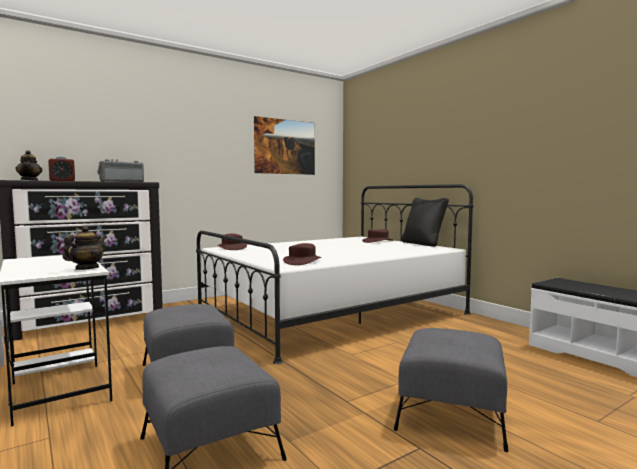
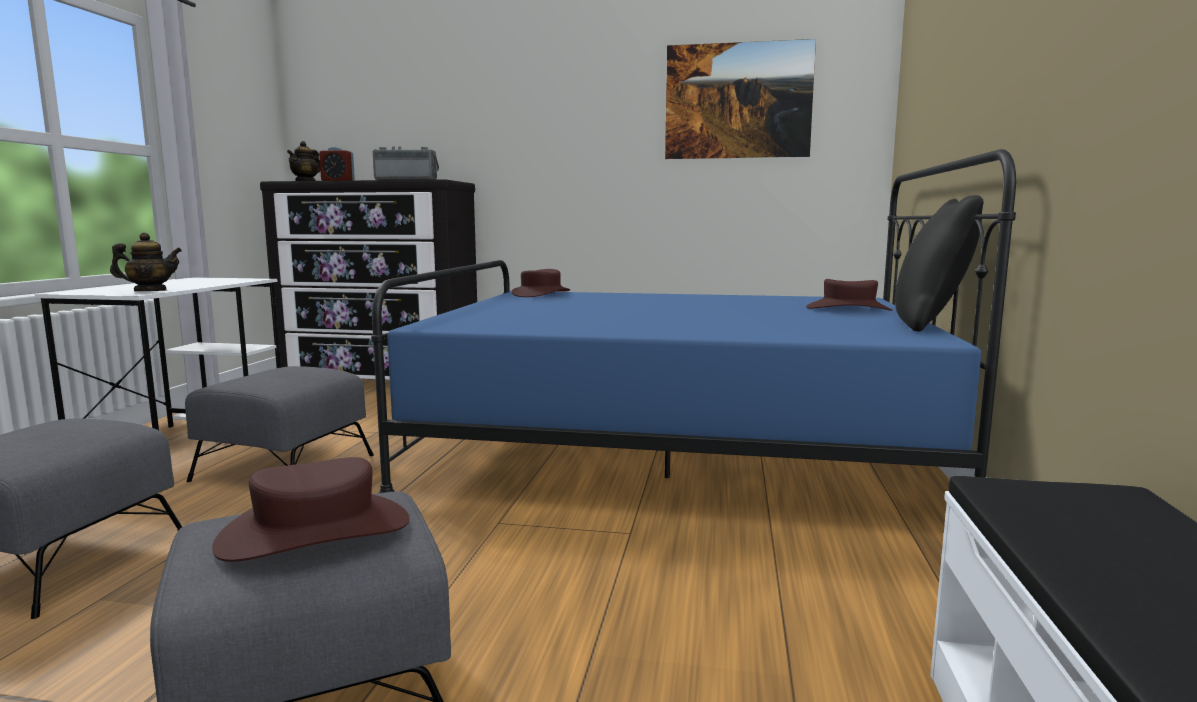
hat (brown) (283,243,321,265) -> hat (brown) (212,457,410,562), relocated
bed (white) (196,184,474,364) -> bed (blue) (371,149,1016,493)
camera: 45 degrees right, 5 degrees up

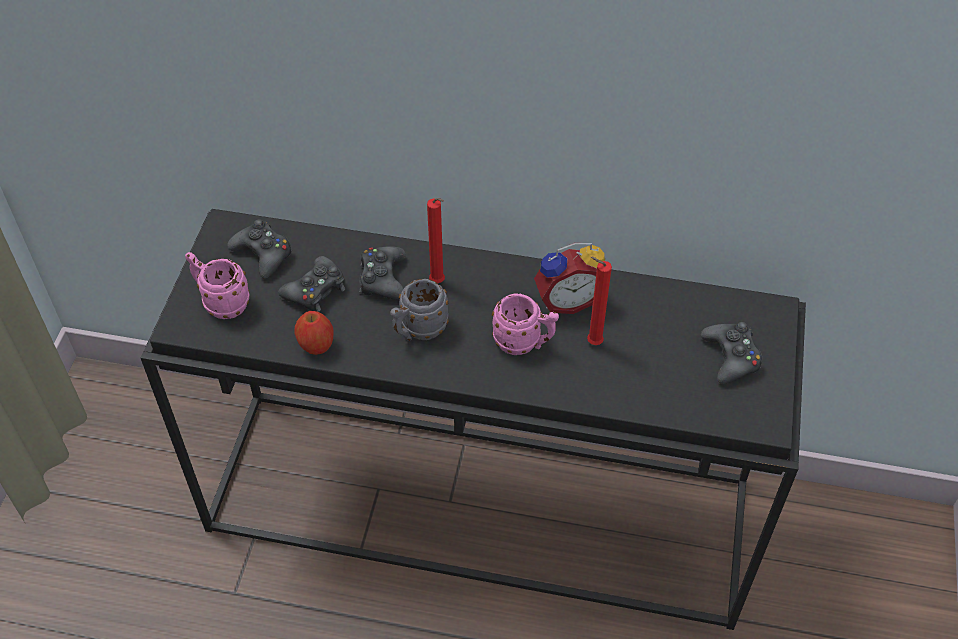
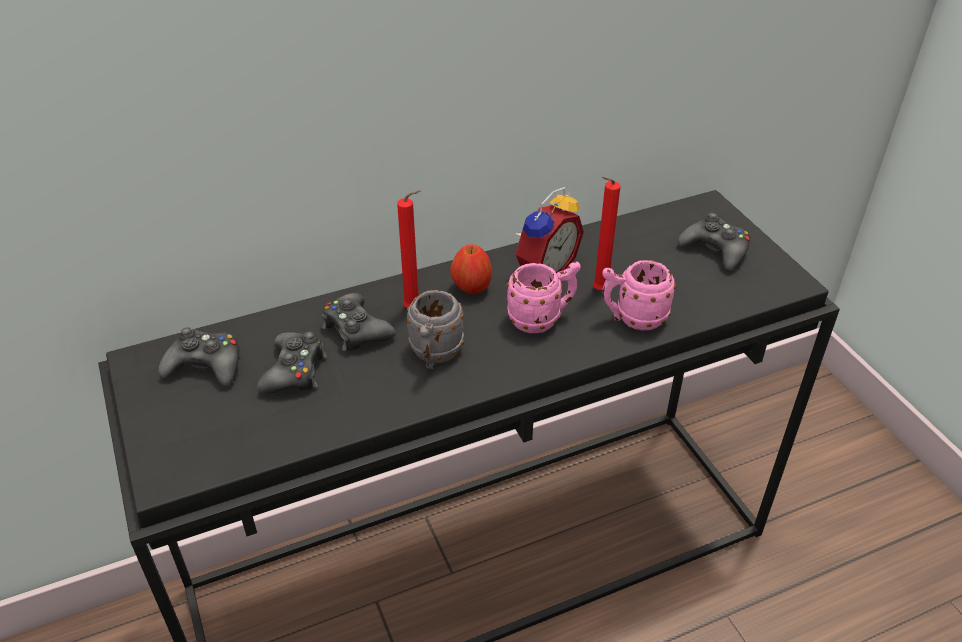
apple (294,311,333,355) -> apple (450,244,492,294), relocated
mug (pink) (185,252,249,319) -> mug (pink) (602,260,676,330), relocated
camera: 35 degrees left, 10 degrees down

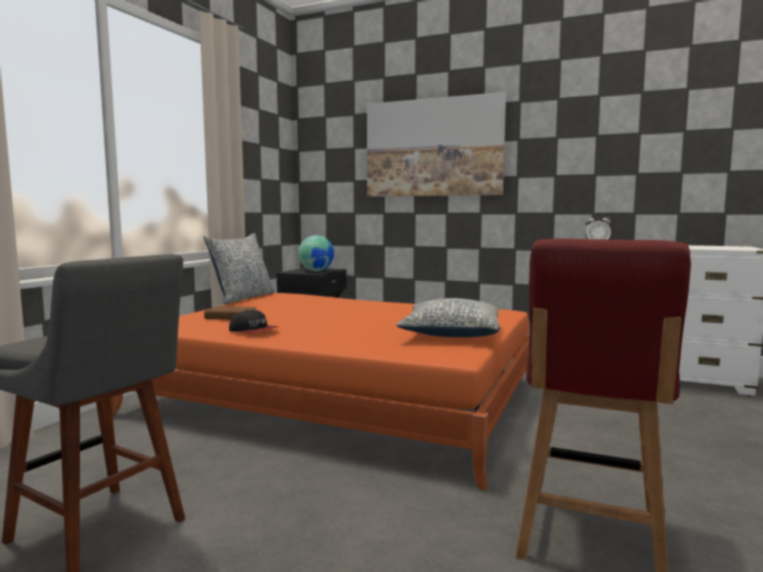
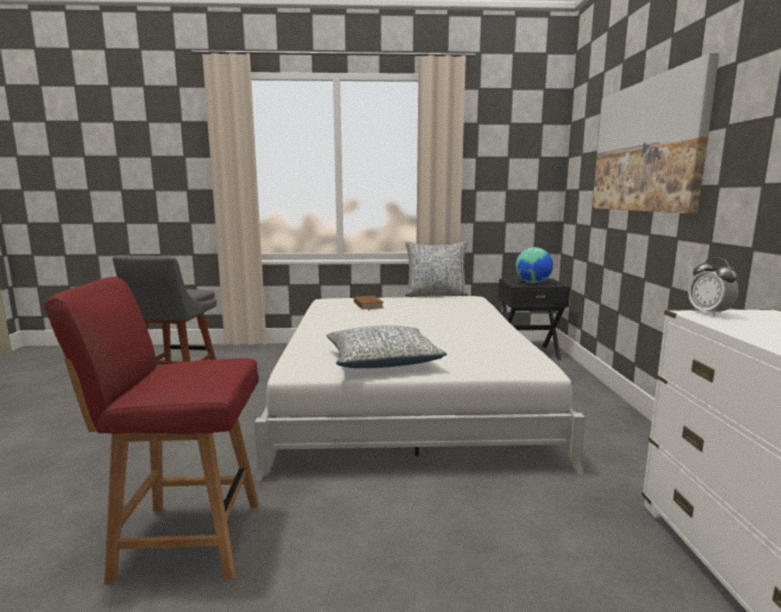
bed (orange) (111,293,529,491) -> bed (white) (254,296,585,482)
cap (229,310,279,333) -> none
camera: 65 degrees right, 5 degrees up

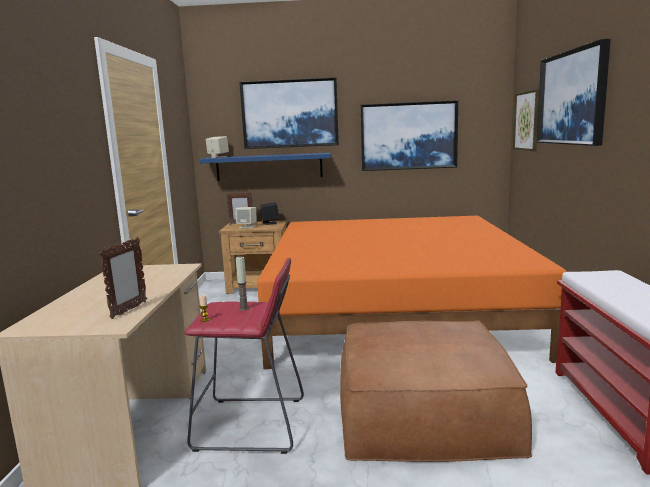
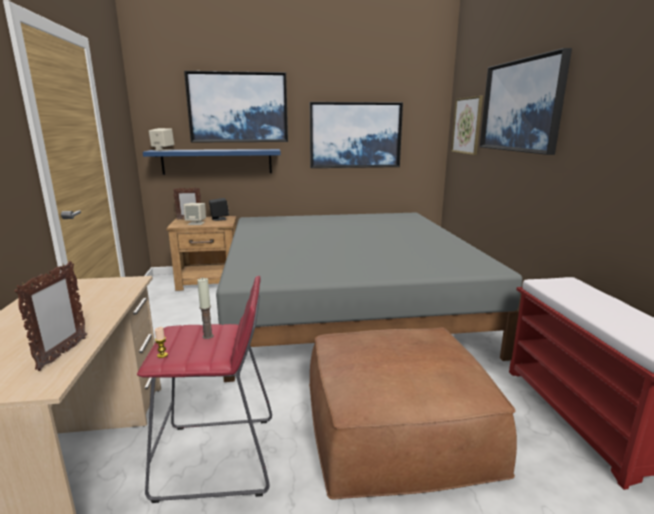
bed (orange) (257,216,567,369) -> bed (grey) (216,213,522,382)
camera: 10 degrees left, 5 degrees up

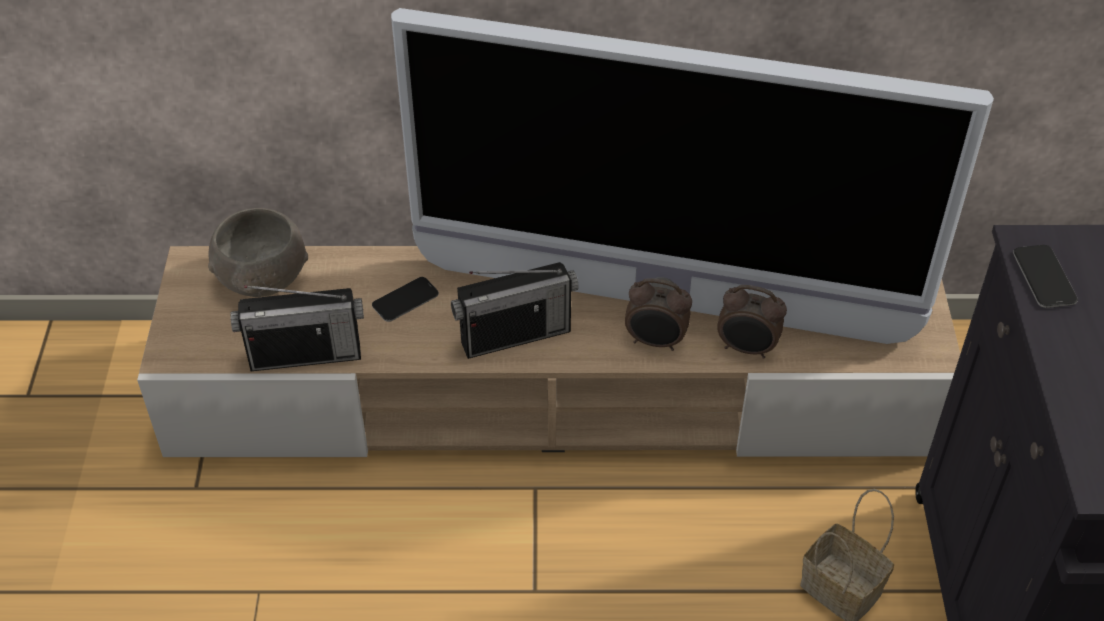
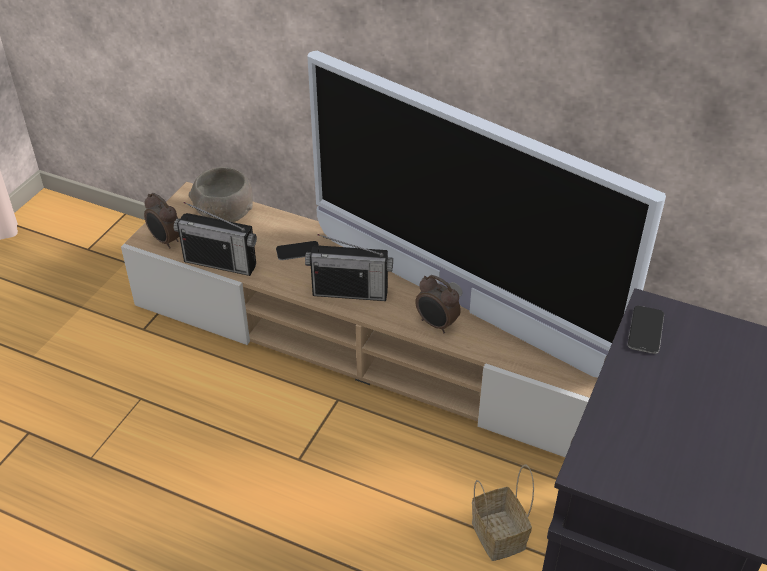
alarm clock (717,285,787,359) -> alarm clock (144,193,179,249), relocated
camera: 25 degrees right, 5 degrees down

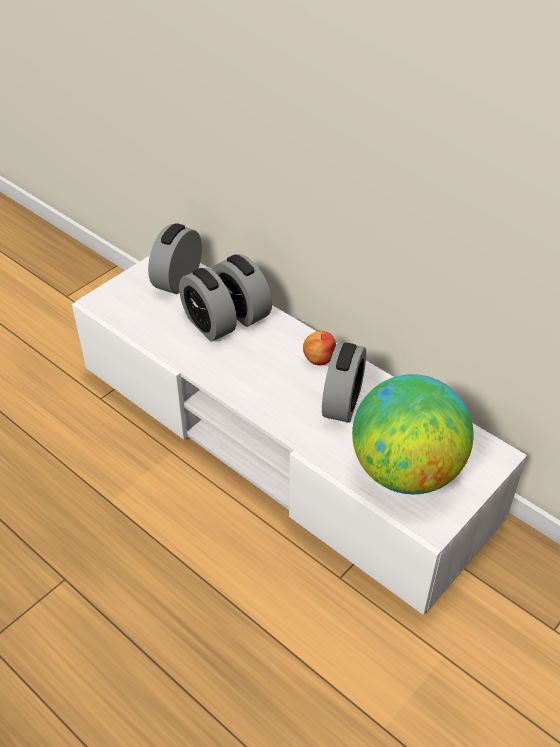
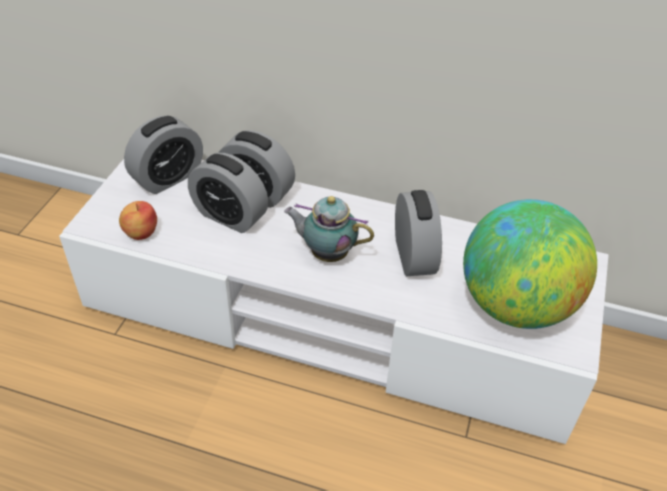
apple (303,331,336,365) -> apple (119,201,157,240), relocated
alarm clock (148,223,202,294) -> alarm clock (124,115,203,194), 135 degrees counterclockwise
none -> teapot (284,196,374,262)
camera: 25 degrees left, 0 degrees up

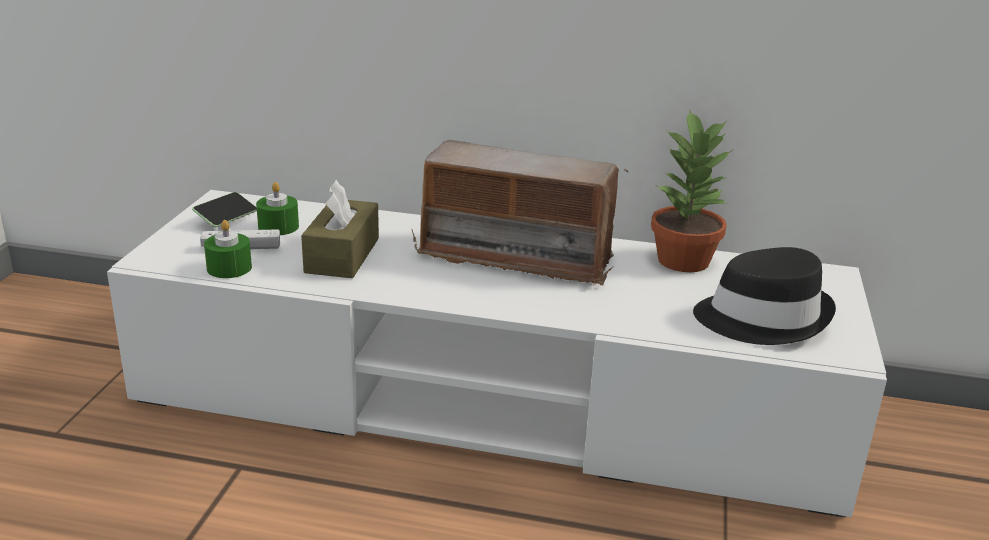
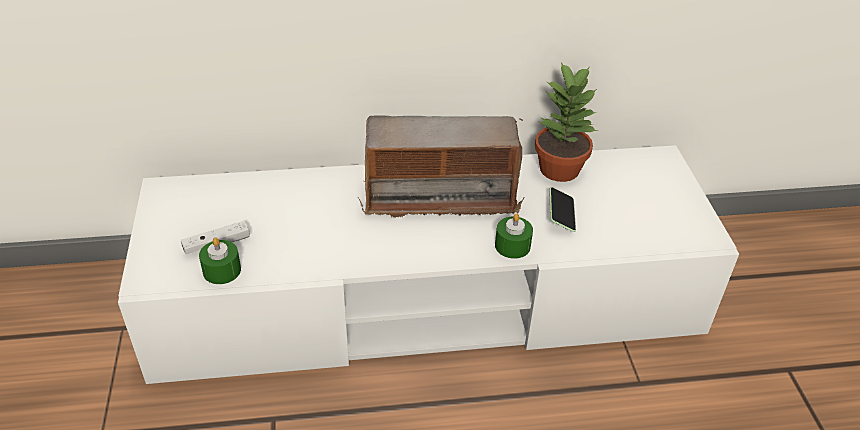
candle (green) (256,182,299,235) -> candle (green) (495,213,533,259), relocated
phone (192,192,257,227) -> phone (549,187,576,232), relocated
tissue box (brown) (301,180,379,278) -> none
hat (black) (693,247,836,345) -> none
camera: 20 degrees left, 15 degrees up

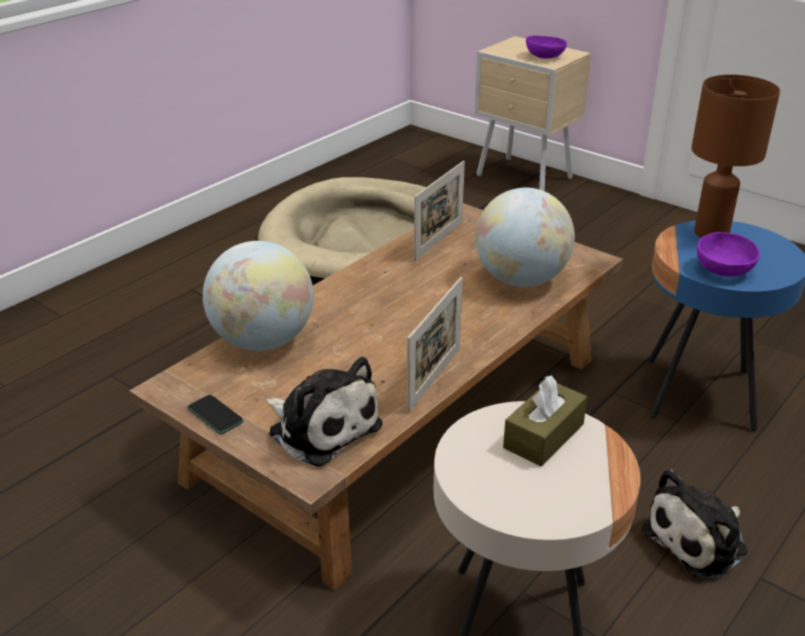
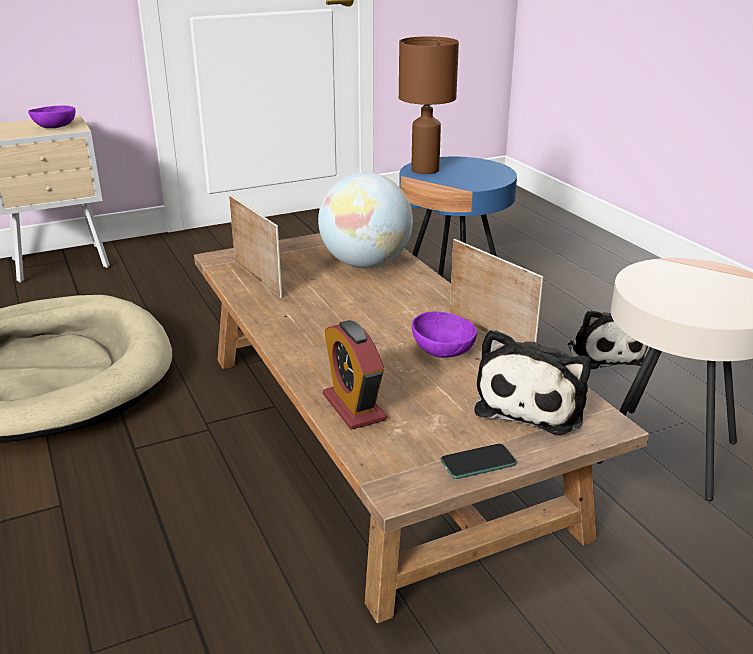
globe (203,241,313,351) -> alarm clock (323,320,387,430)
bowl (purple) (697,232,760,277) -> bowl (purple) (412,311,477,358), relocated
plush toy (266,357,383,467) -> plush toy (474,329,591,435), 135 degrees clockwise
tissue box (brown) (503,376,587,466) -> none
camera: 65 degrees left, 5 degrees down

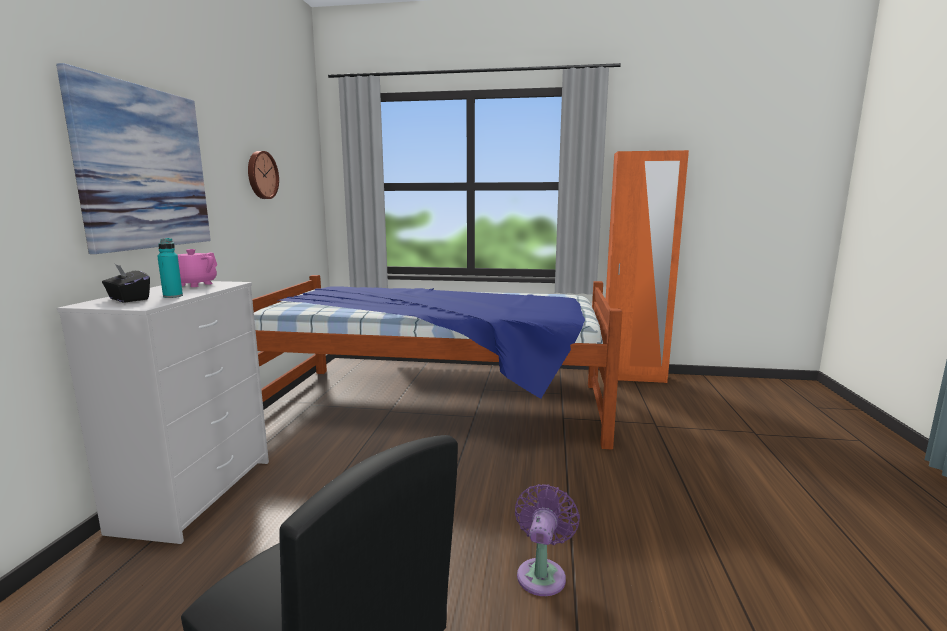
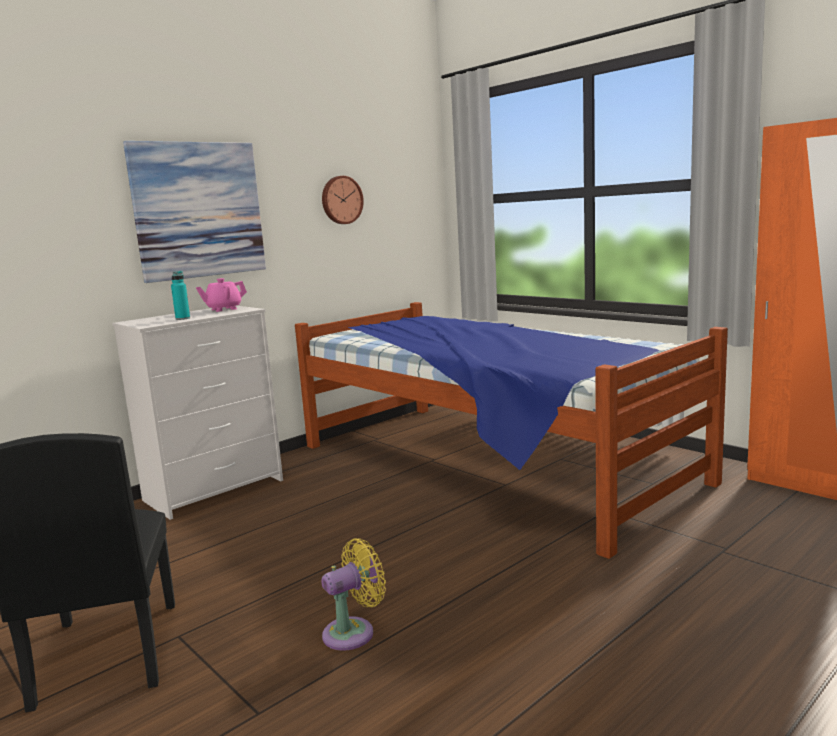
fan (purple) (515,484,580,596) -> fan (yellow) (322,538,386,651)
tissue box (black) (102,264,150,303) -> none
camera: 40 degrees right, 0 degrees up

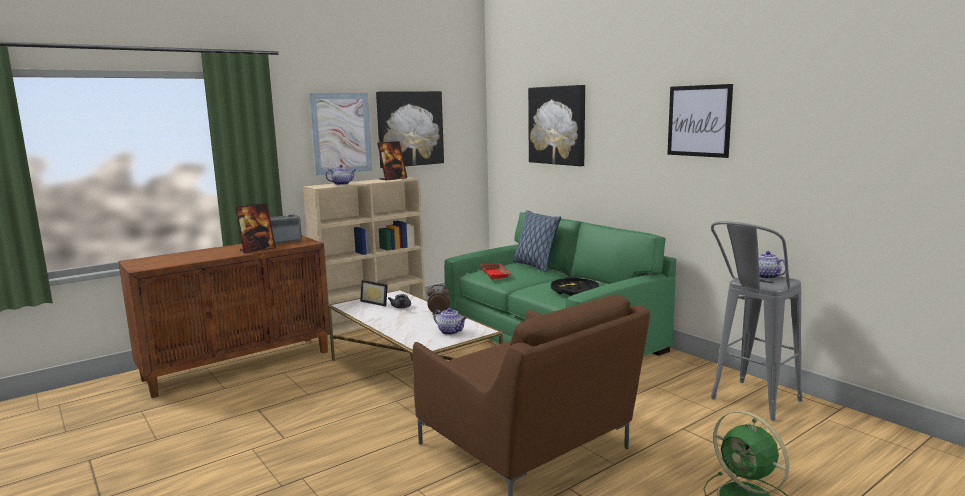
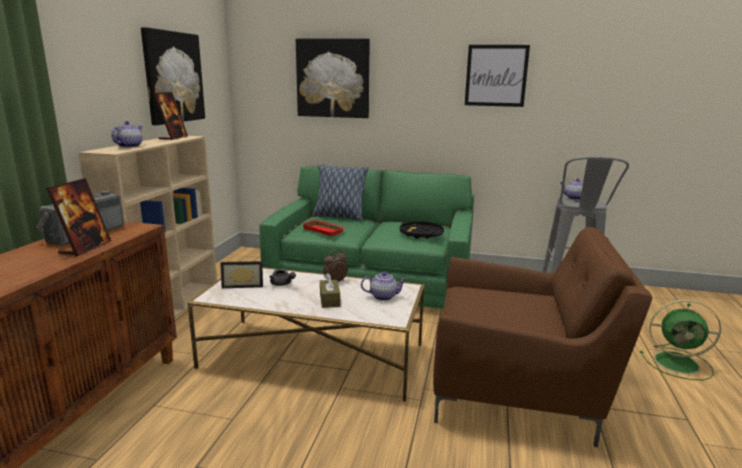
none -> tissue box (brown) (320,273,340,308)
picture (309,93,372,175) -> none
camera: 40 degrees left, 5 degrees up

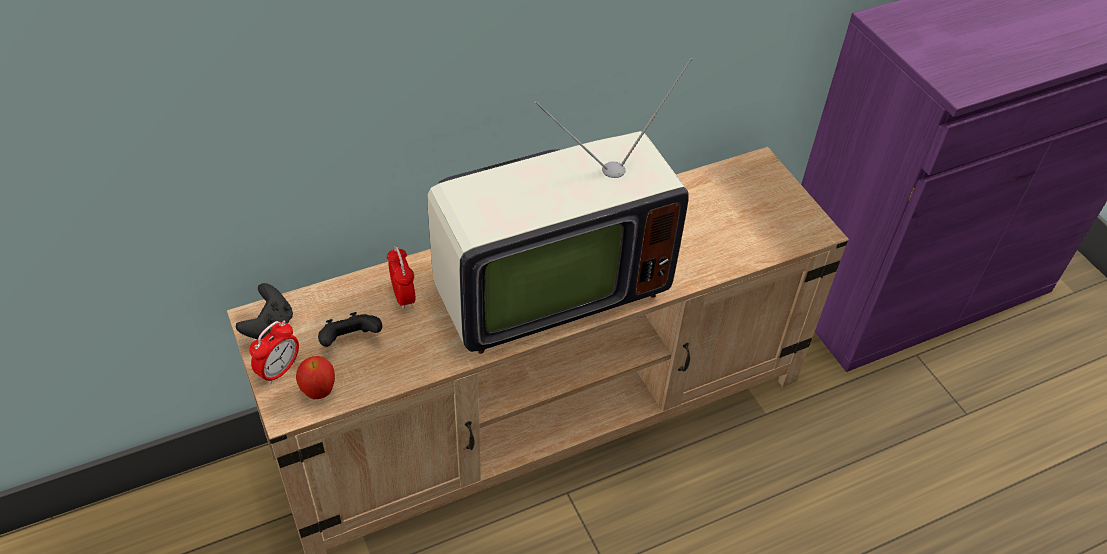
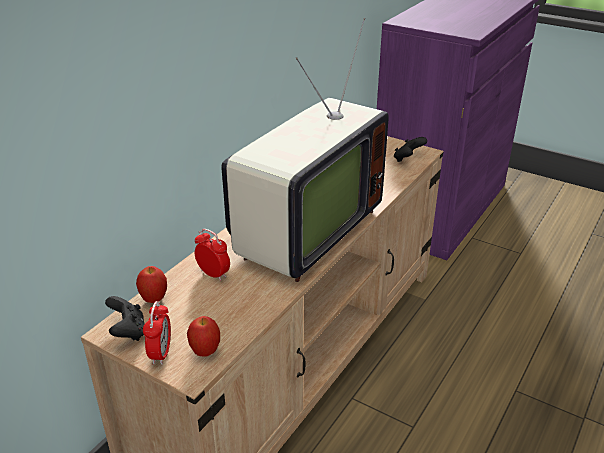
none -> apple (136,266,167,303)
game controller (black) (318,312,382,347) -> game controller (black) (394,137,427,162), relocated
camera: 30 degrees left, 15 degrees down

